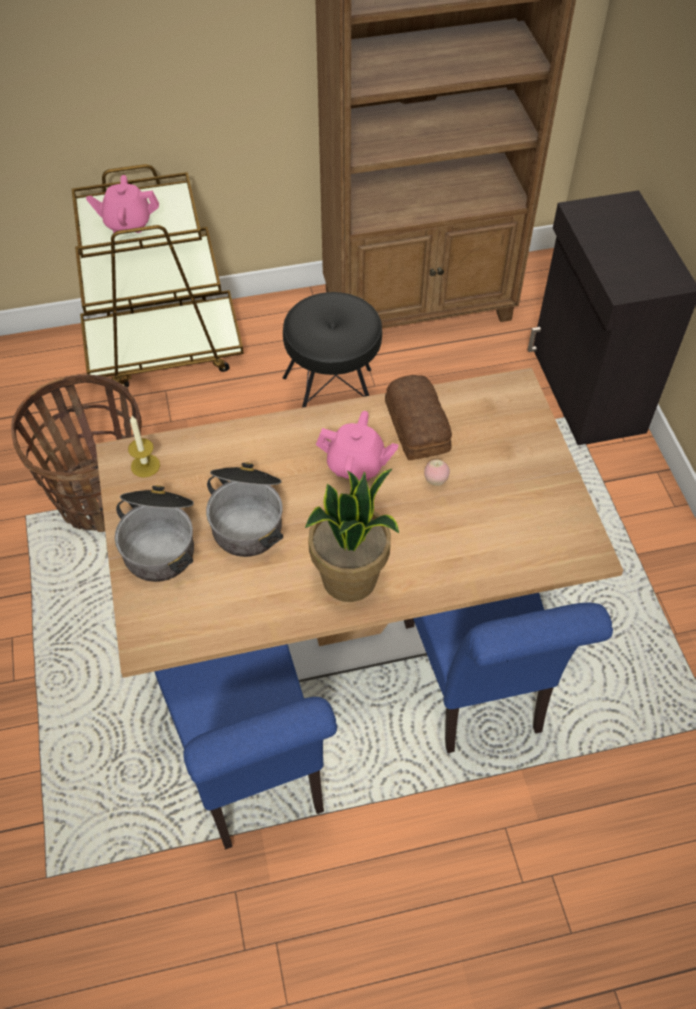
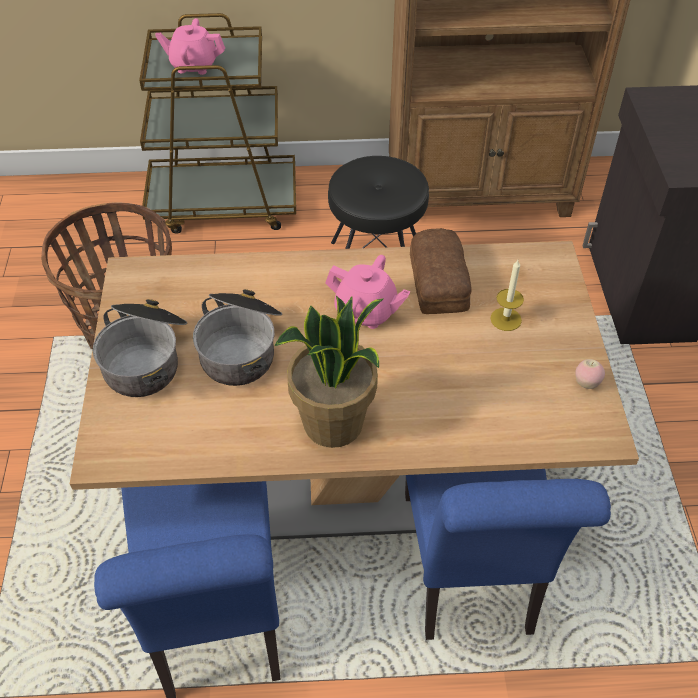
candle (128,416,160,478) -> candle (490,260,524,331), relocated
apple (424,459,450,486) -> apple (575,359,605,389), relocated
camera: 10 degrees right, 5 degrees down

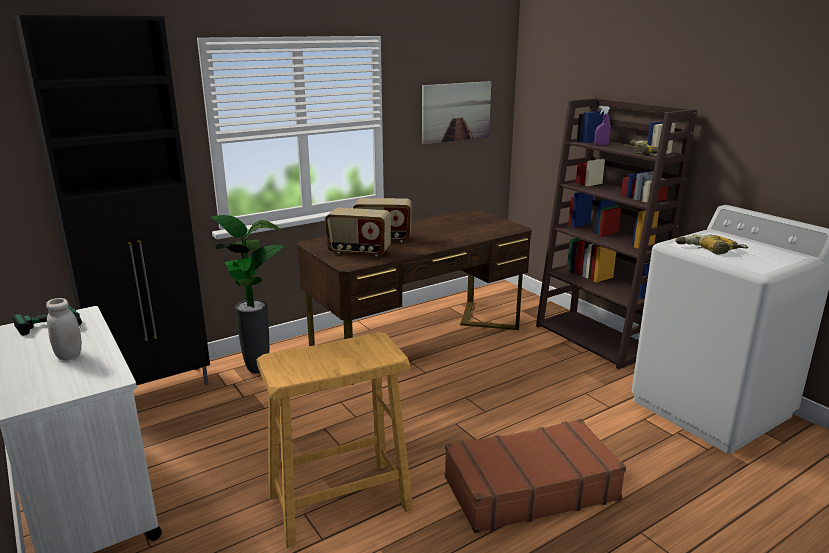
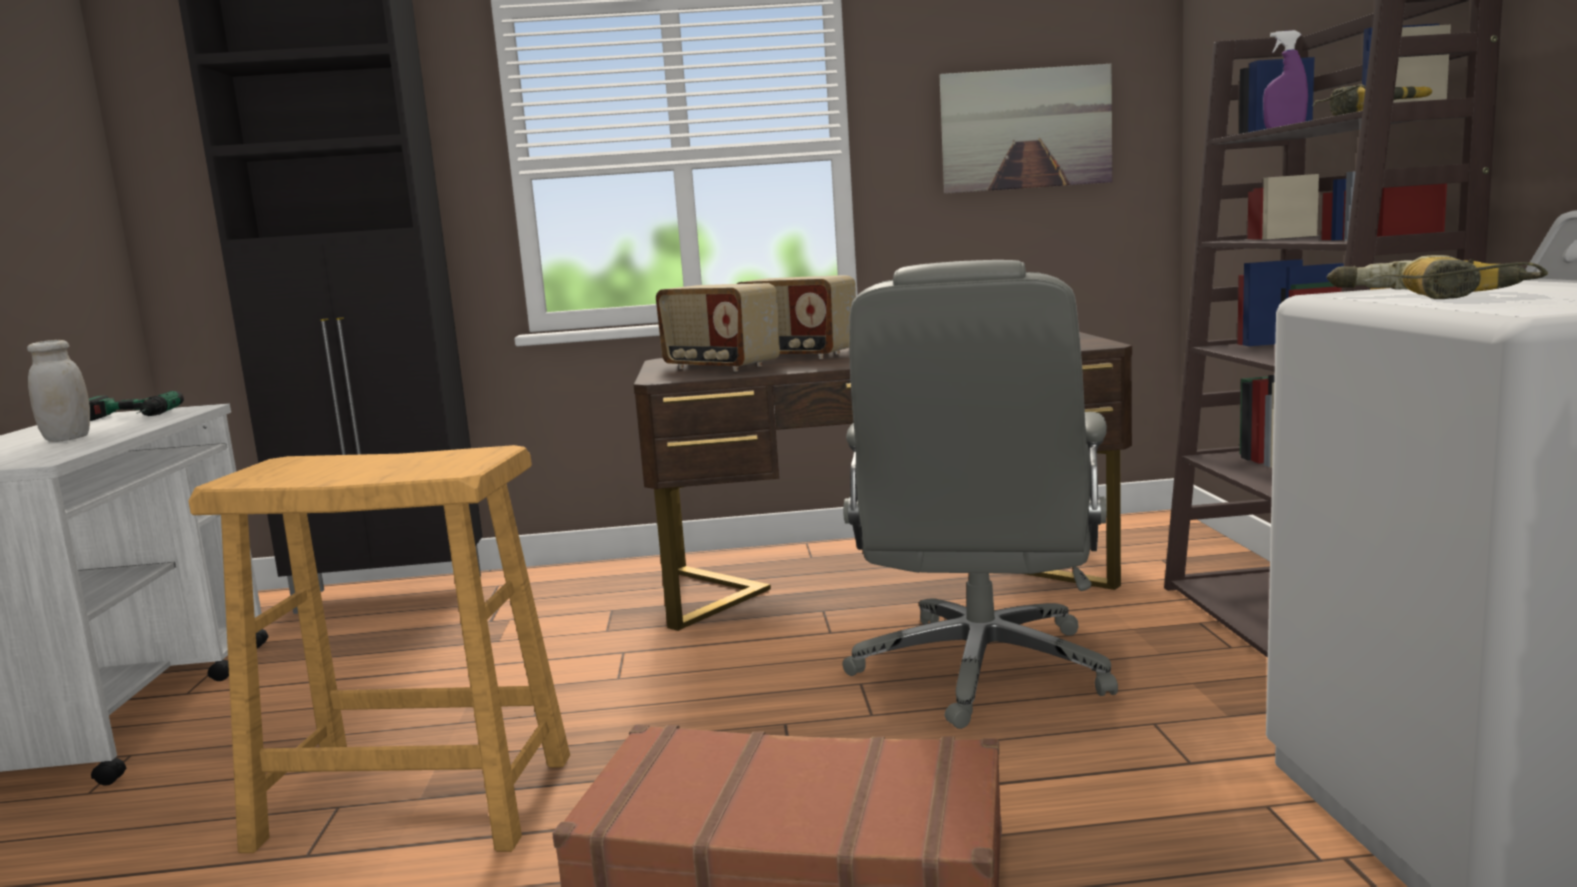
none -> office chair (grey) (842,260,1118,729)
potted plant (211,215,283,374) -> none
camera: 30 degrees right, 10 degrees down

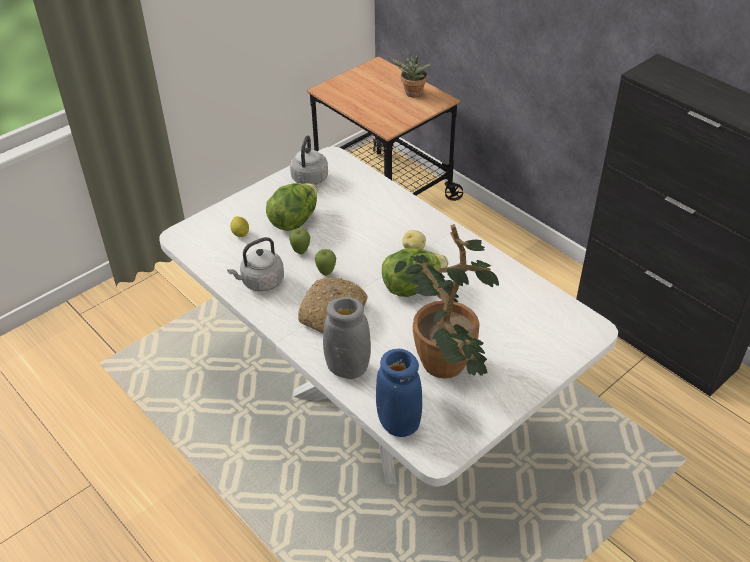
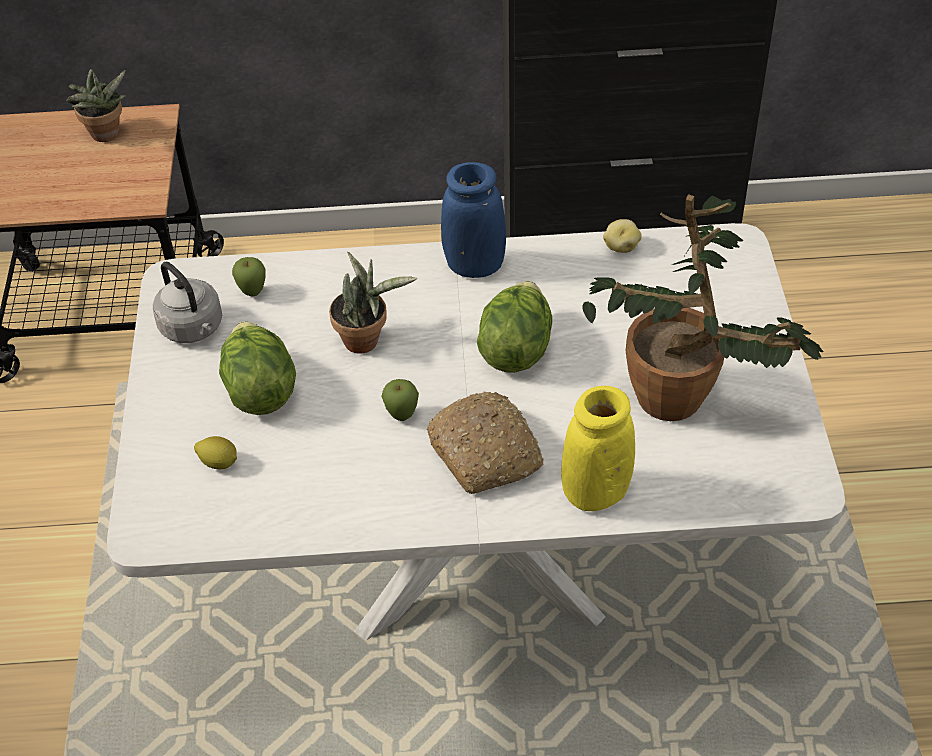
apple (289,228,310,254) -> apple (232,257,266,297), relocated
none -> potted plant (329,252,417,354)
vase (blue) (376,349,422,437) -> vase (blue) (441,162,506,278), relocated
vase (grey) (323,297,371,379) -> vase (yellow) (561,386,635,511)
potato (402,230,426,249) -> potato (603,219,642,253), relocated
kettle (grey) (227,237,284,292) -> none
camera: 50 degrees left, 5 degrees up

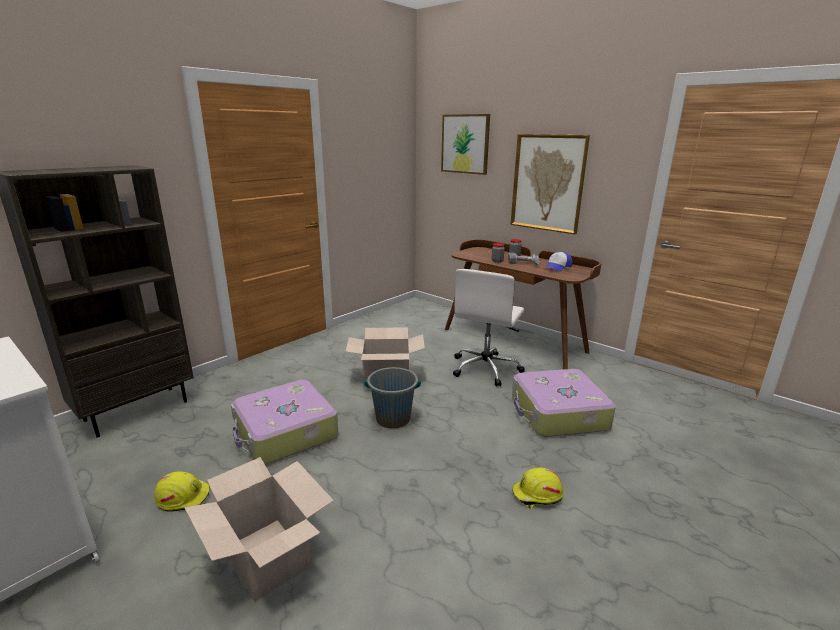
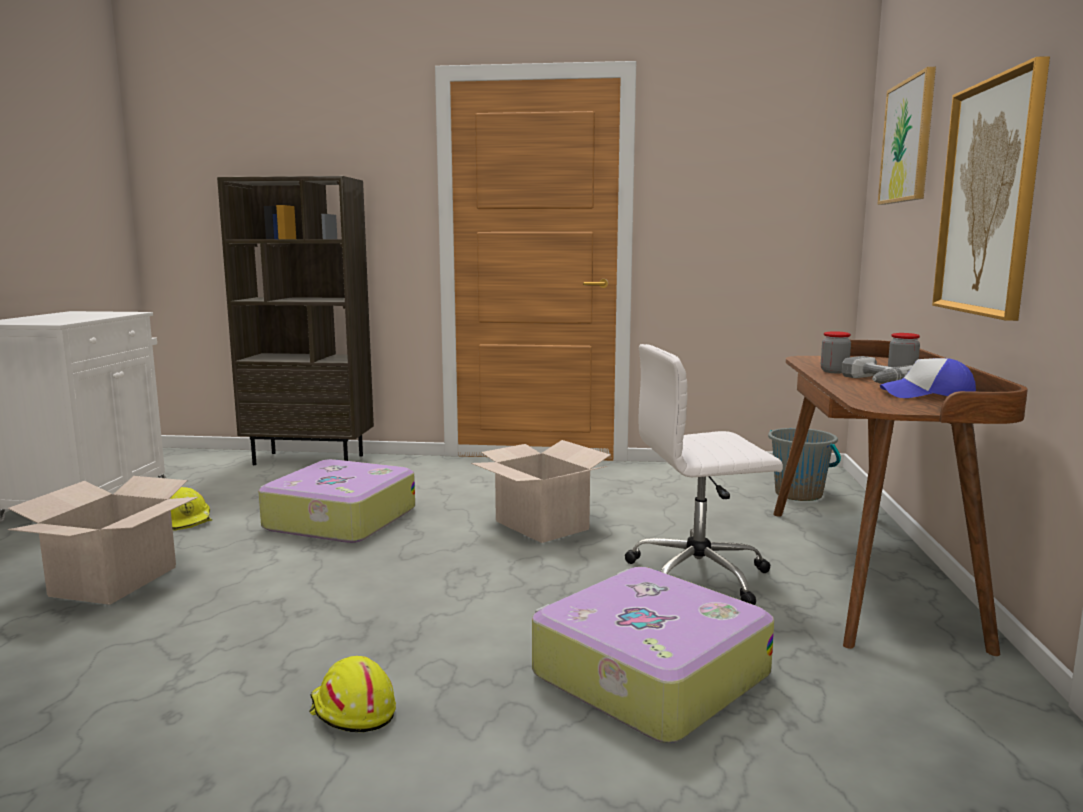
bucket (grey) (364,367,421,429) -> bucket (grey) (768,428,841,501), relocated
camera: 55 degrees right, 10 degrees down

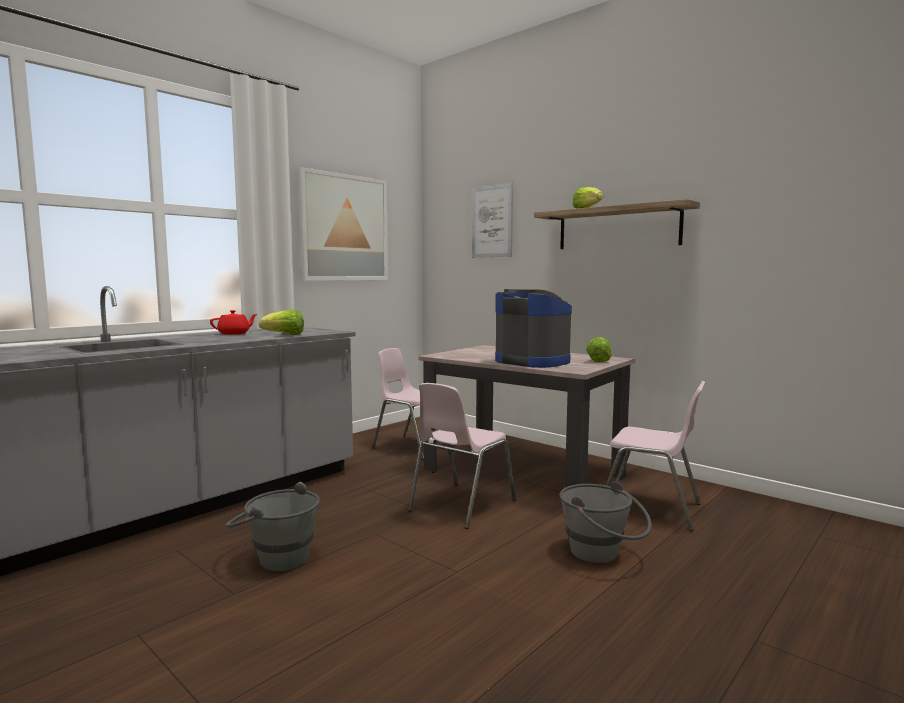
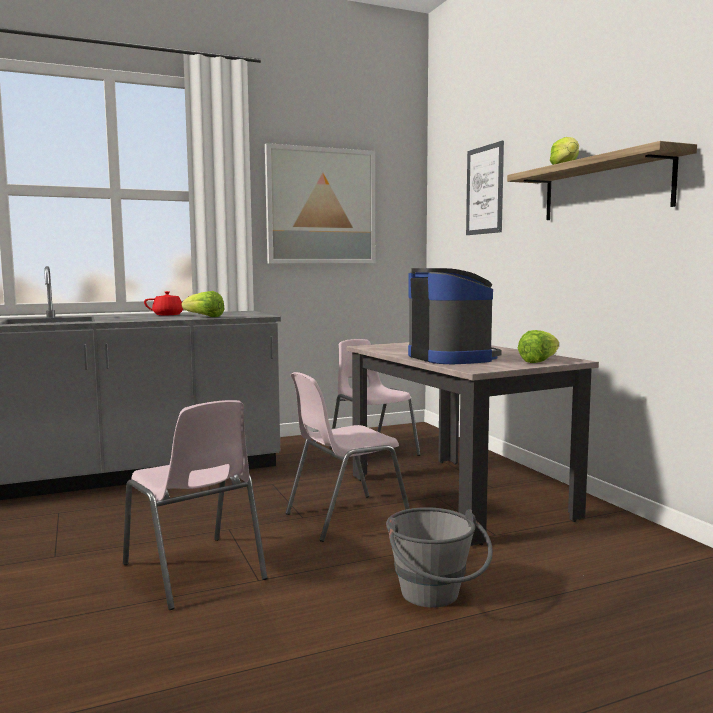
chair (pink) (606,381,706,531) -> chair (pink) (123,400,267,610), relocated
bucket (grey) (226,482,320,571) -> none
camera: 25 degrees right, 0 degrees up

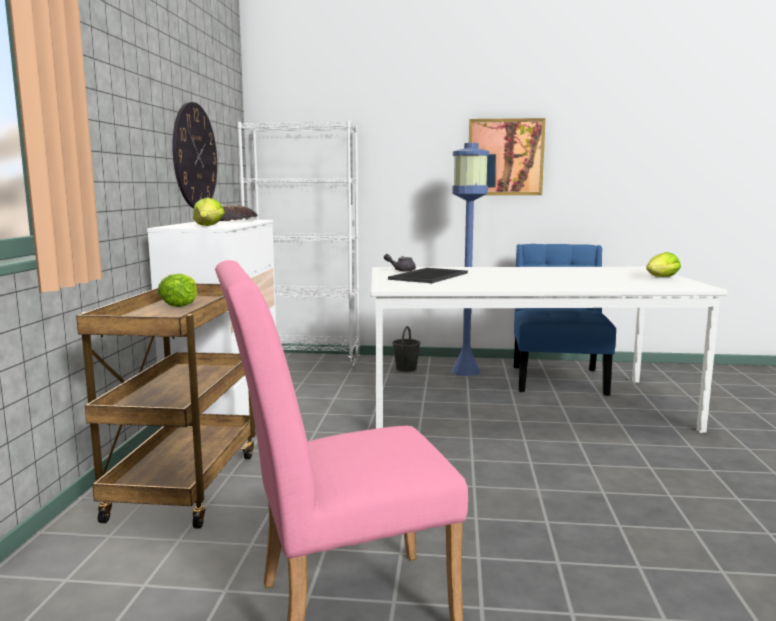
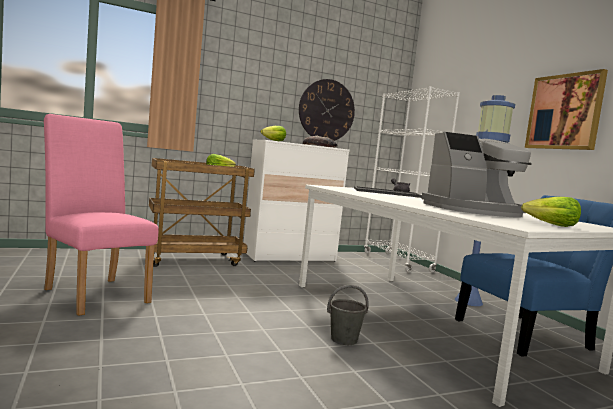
bucket (grey) (392,326,421,372) -> bucket (grey) (327,285,369,345), relocated
none -> coffee machine (421,132,532,218)
camera: 60 degrees right, 5 degrees down

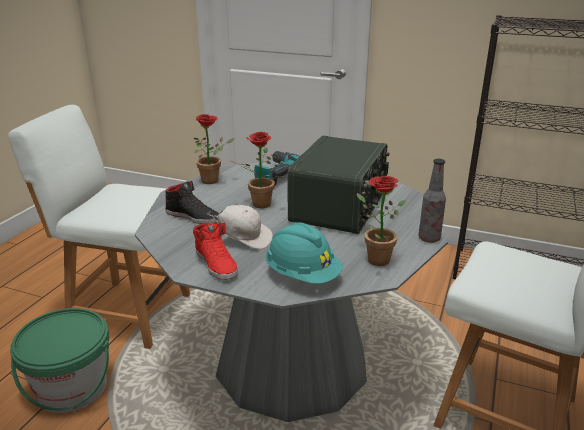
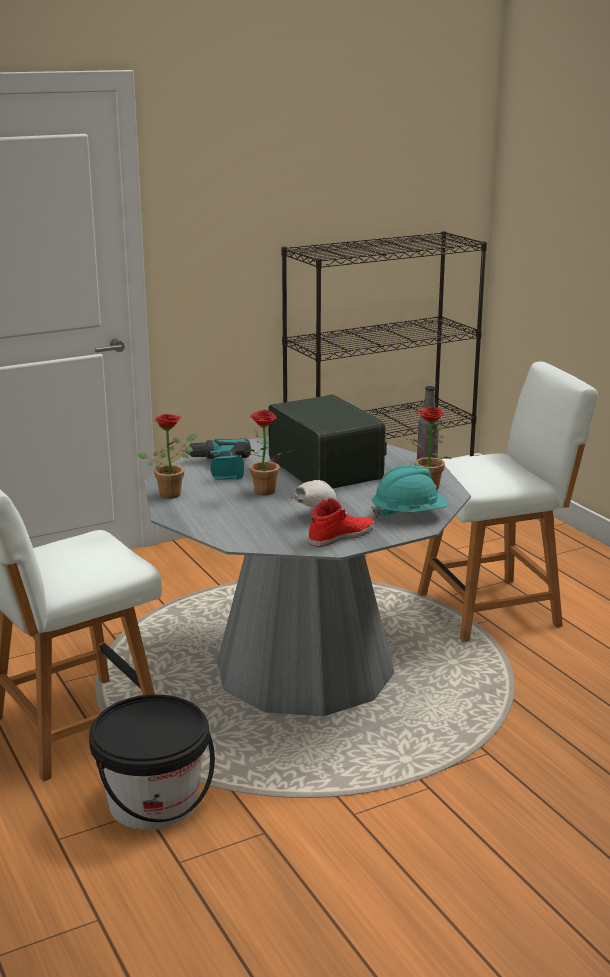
bucket (green) (10,308,109,413) -> bucket (black) (89,694,215,830)
shoe (red) (193,222,238,280) -> shoe (red) (308,498,374,547), 45 degrees counterclockwise
shoe (black) (165,181,220,224) -> none
camera: 50 degrees left, 5 degrees down

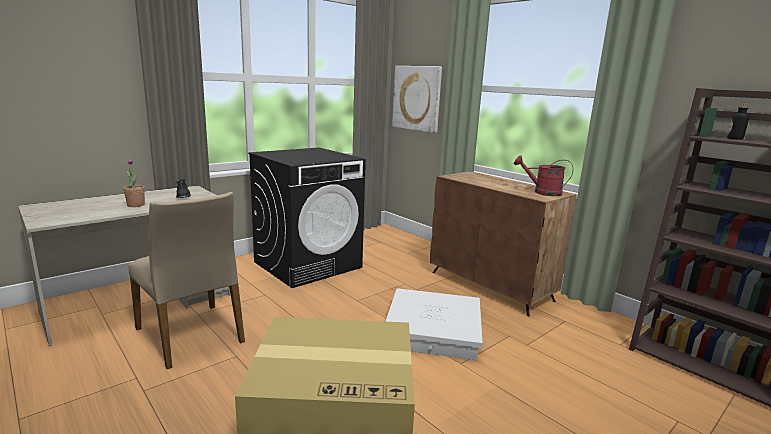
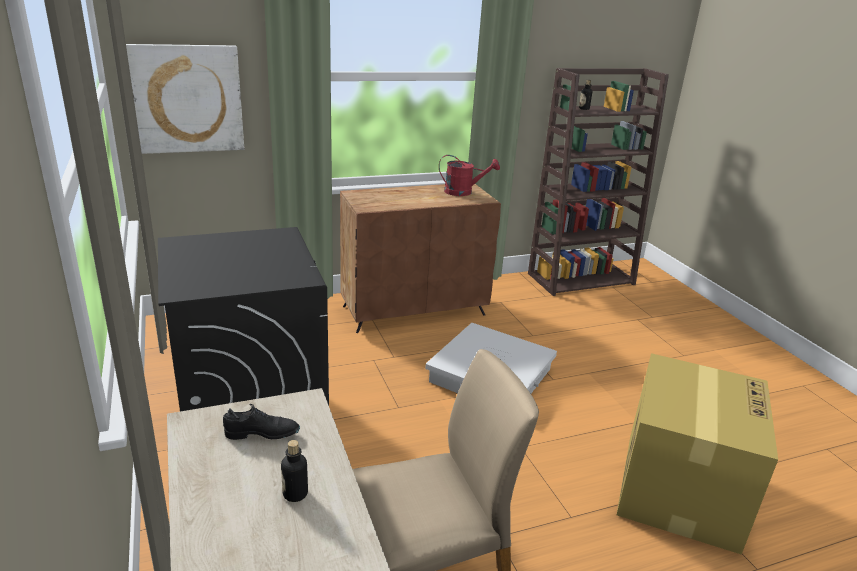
potted plant (123,159,145,207) -> bottle (281,440,308,502)
watering can (red) (514,156,573,196) -> watering can (red) (439,155,500,196), 120 degrees counterclockwise
camera: 70 degrees left, 10 degrees up

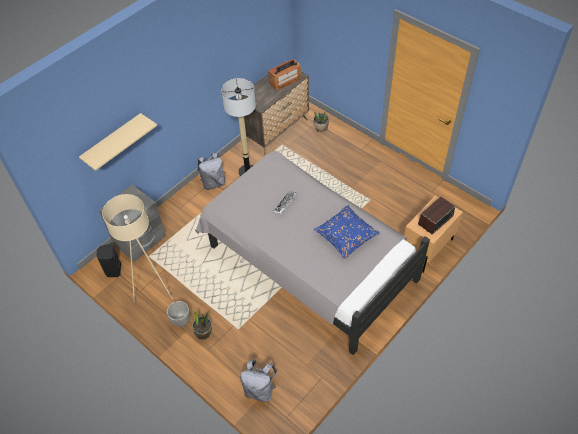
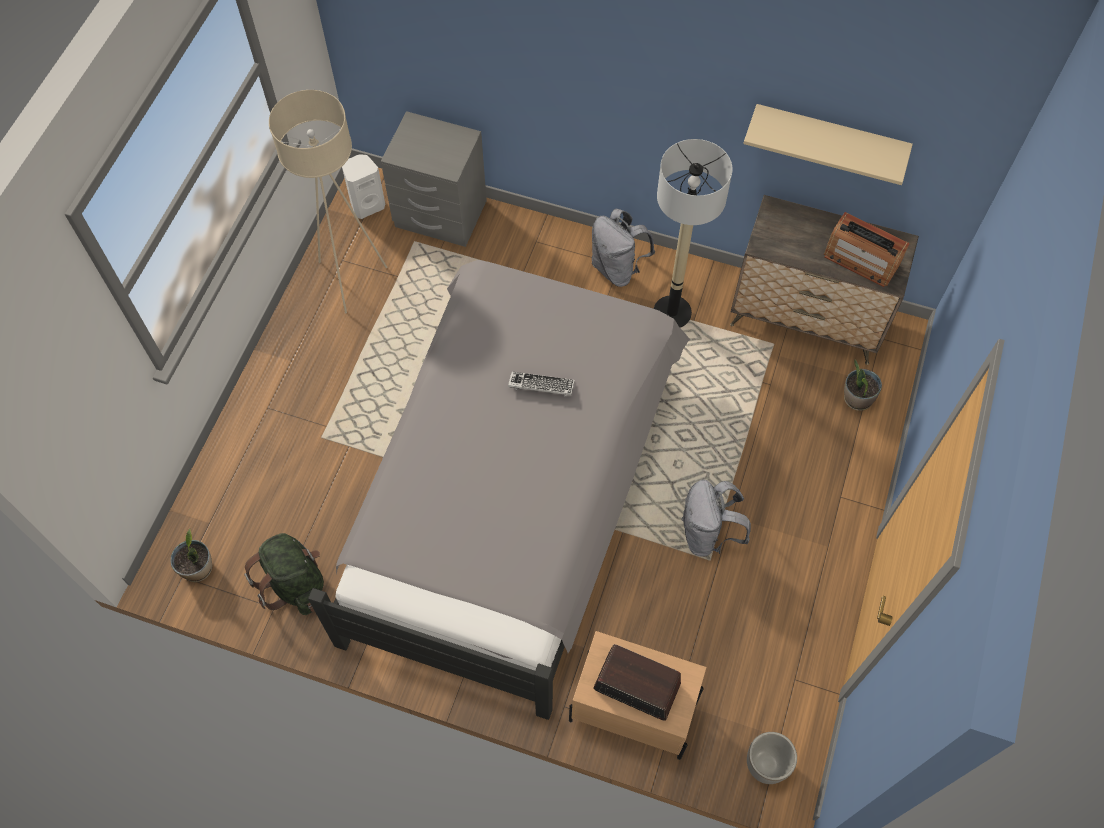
potted plant (192,310,212,340) -> potted plant (170,529,212,582), relocated
none -> backpack (green) (244,533,324,615)
speaker (black) (96,244,121,277) -> speaker (white) (342,154,385,219)
backpack (grey) (240,360,277,402) -> backpack (grey) (681,480,751,557), relocated
shelf (beige) (79,113,157,171) -> shelf (beige) (743,104,913,185), relocated
planter (167,301,190,327) -> planter (747,732,797,784), relocated
pillow (blue) (314,205,379,259) -> none
camera: 65 degrees right, 10 degrees up

